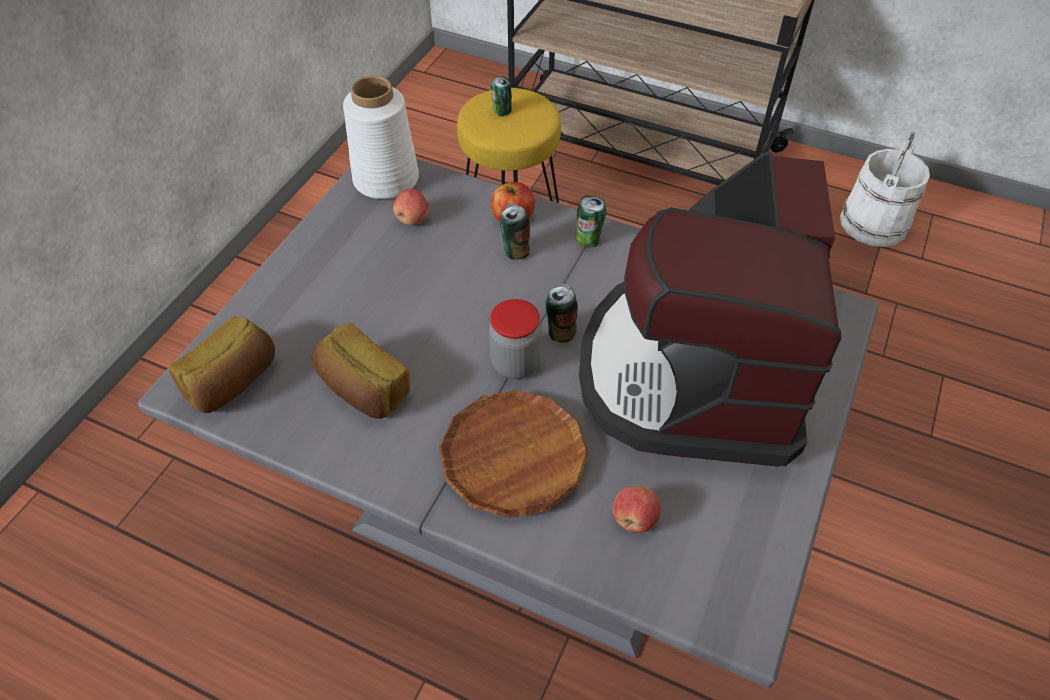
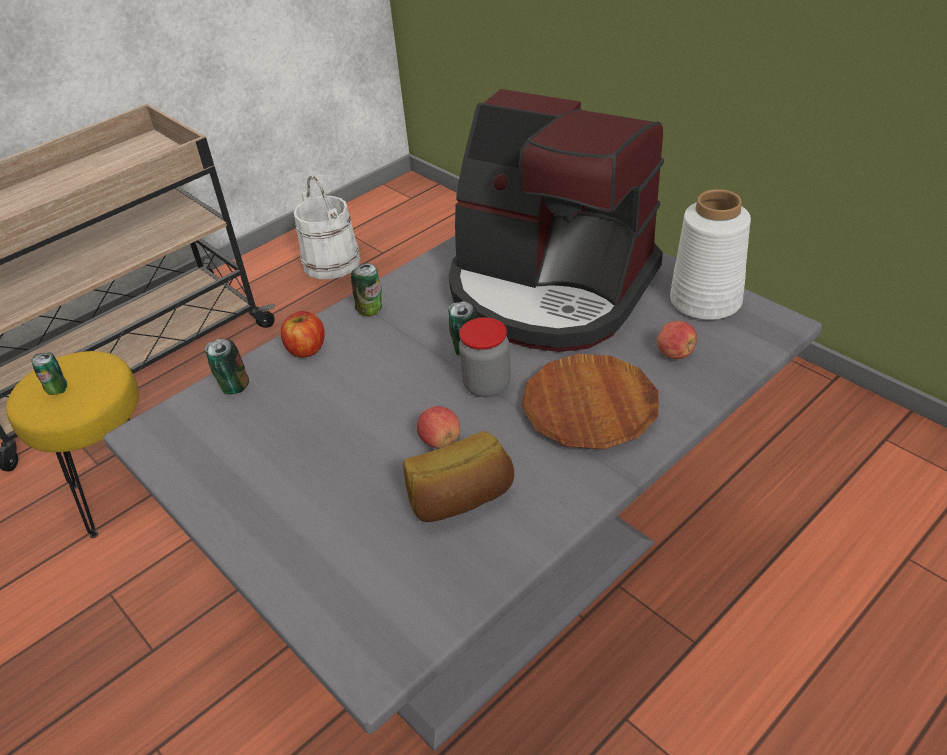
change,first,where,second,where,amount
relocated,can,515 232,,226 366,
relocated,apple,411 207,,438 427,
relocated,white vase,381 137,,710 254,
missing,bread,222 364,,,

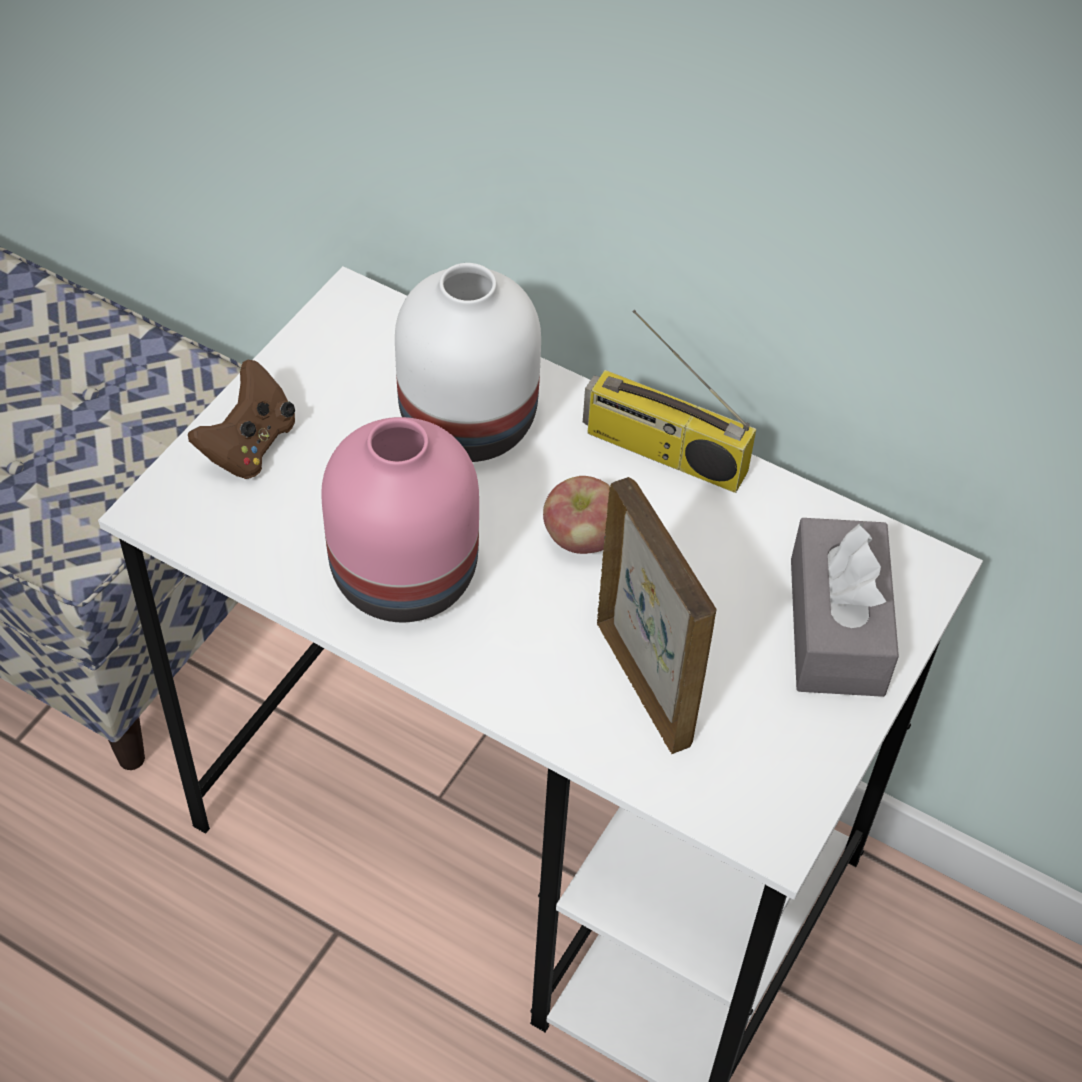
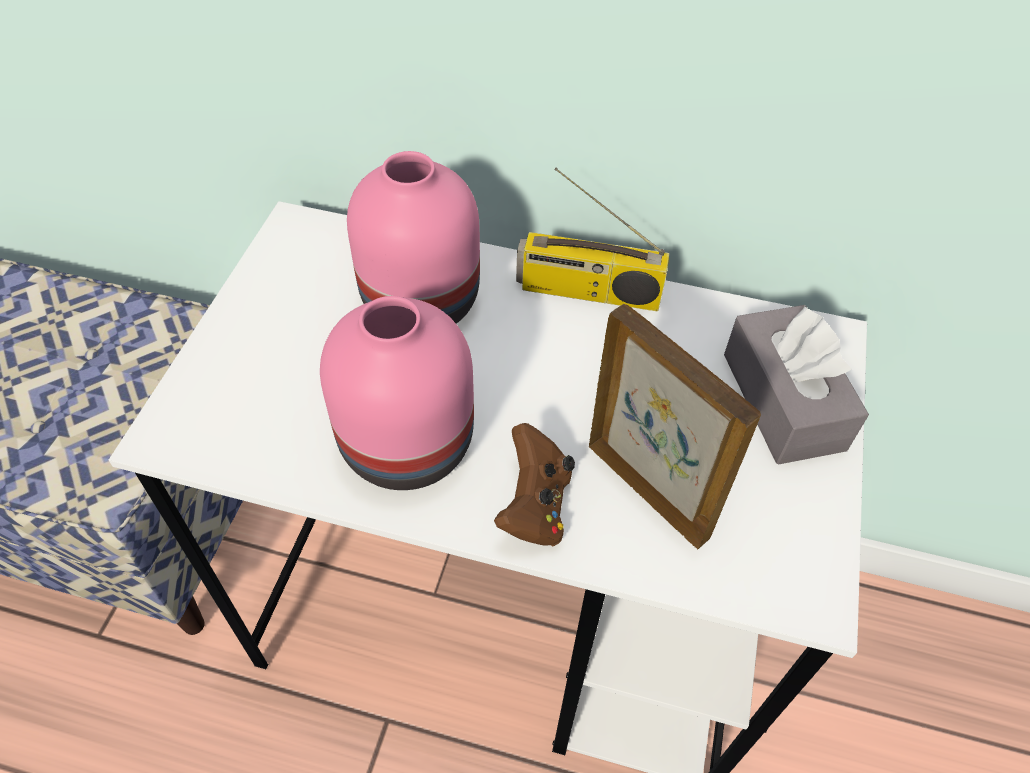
change,first,where,second,where,amount
colour,white vase,468 362,pink vase,413 237,
relocated,brown game controller,241 419,,534 485,
missing,apple,576 515,,,

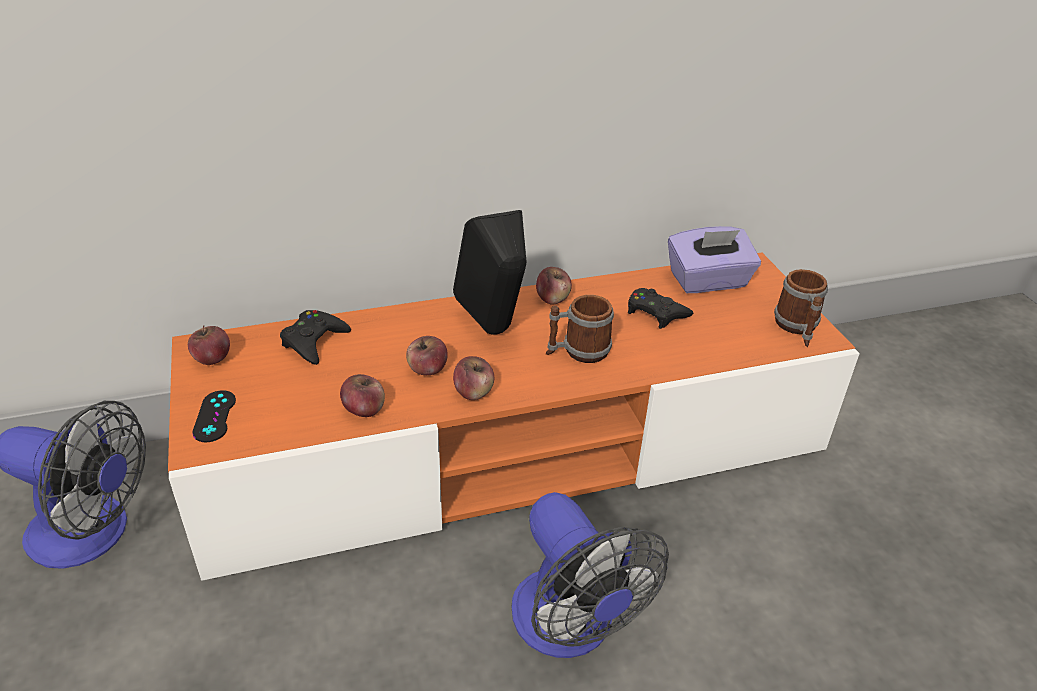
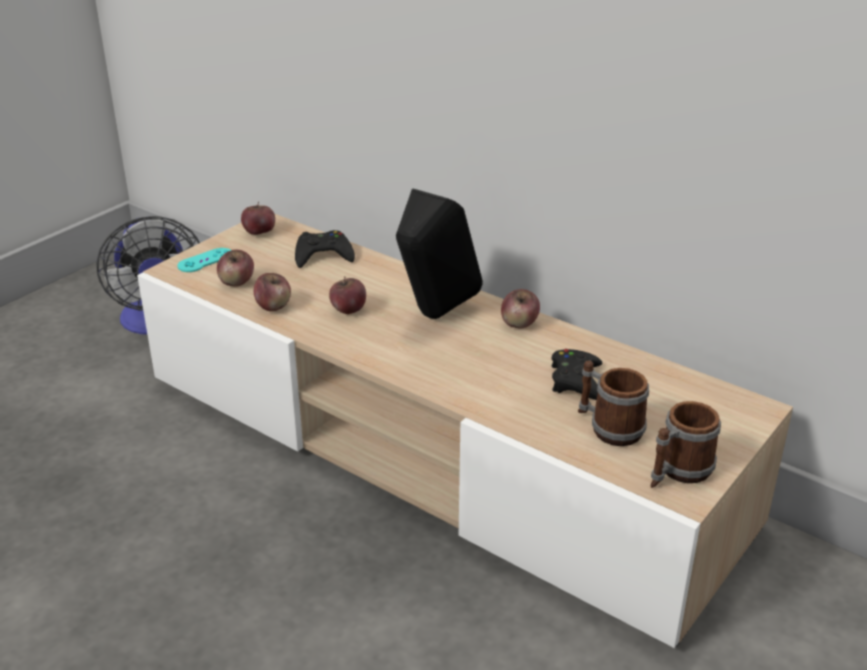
change,first,where,second,where,amount
colour,orange tv stand,514 416,beige tv stand,465 431,
colour,black game controller,214 416,turquoise game controller,204 260,
relocated,apple,473 378,,235 268,
relocated,mug,580 329,,613 403,
missing,fan,590 575,,,
missing,purple tissue box,714 259,,,

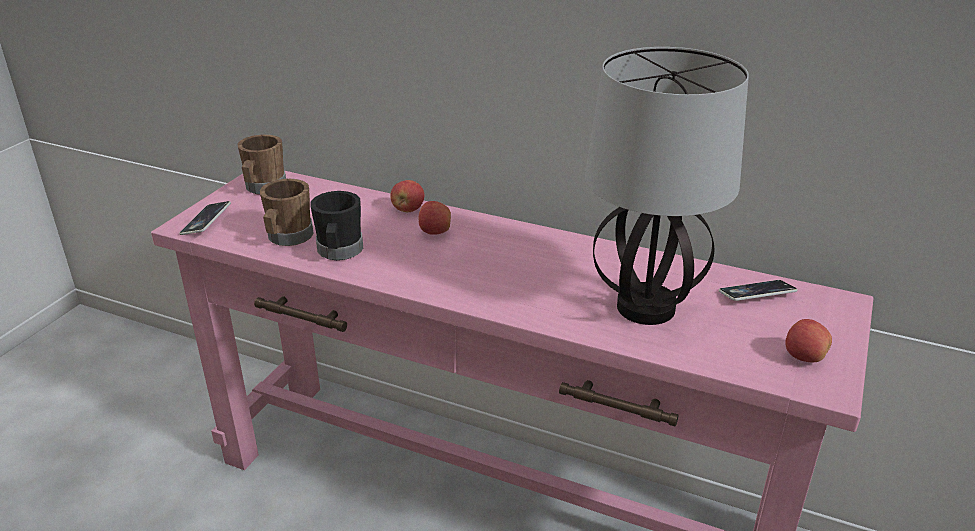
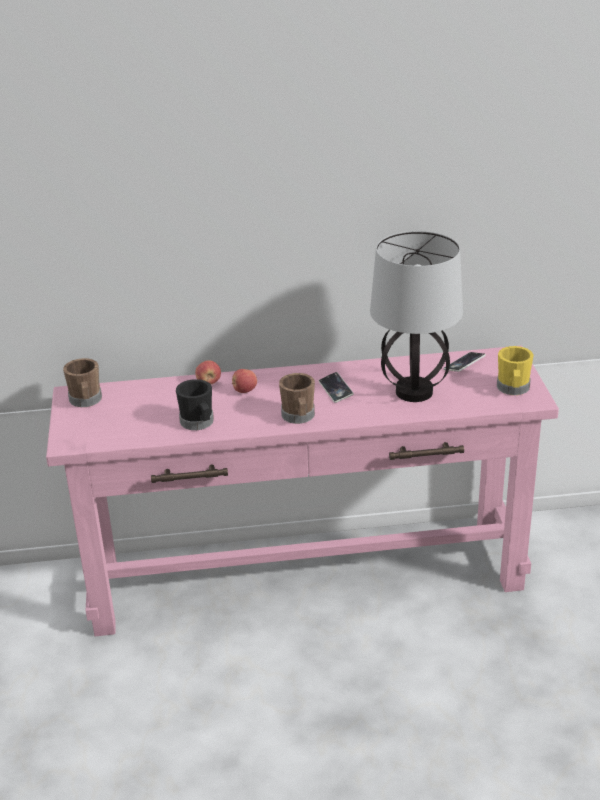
change,first,where,second,where,amount
relocated,brown mug,287 212,,297 398,
relocated,phone,205 218,,336 387,
exchanged,apple,808 340,yellow mug,515 370,

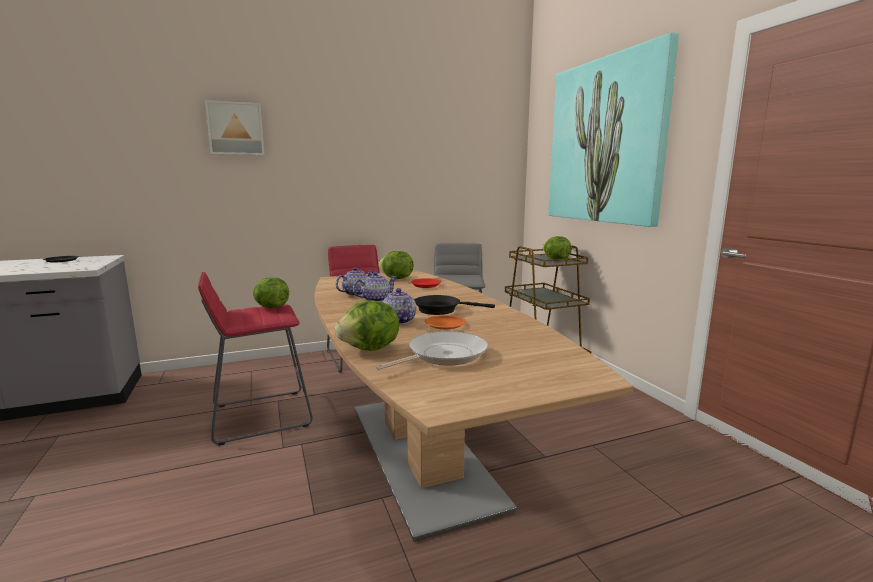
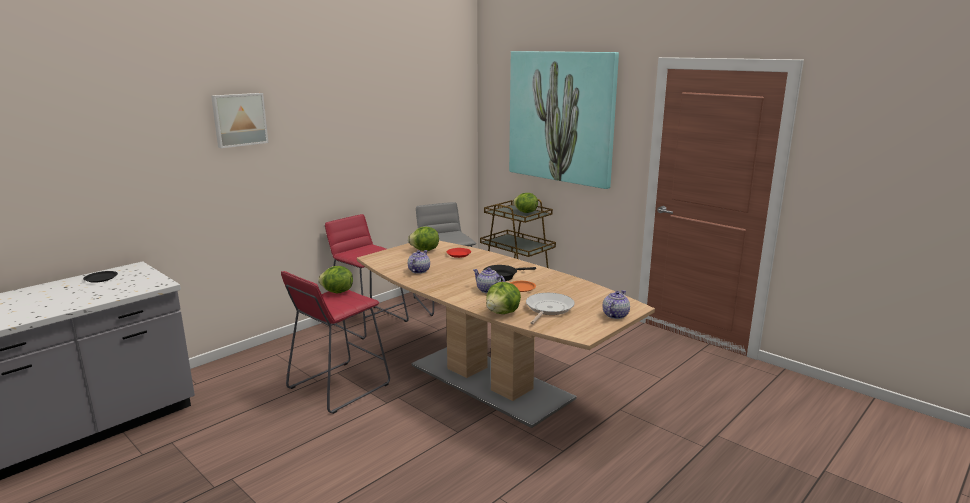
change,first,where,second,where,amount
relocated,teapot,375 287,,616 304,

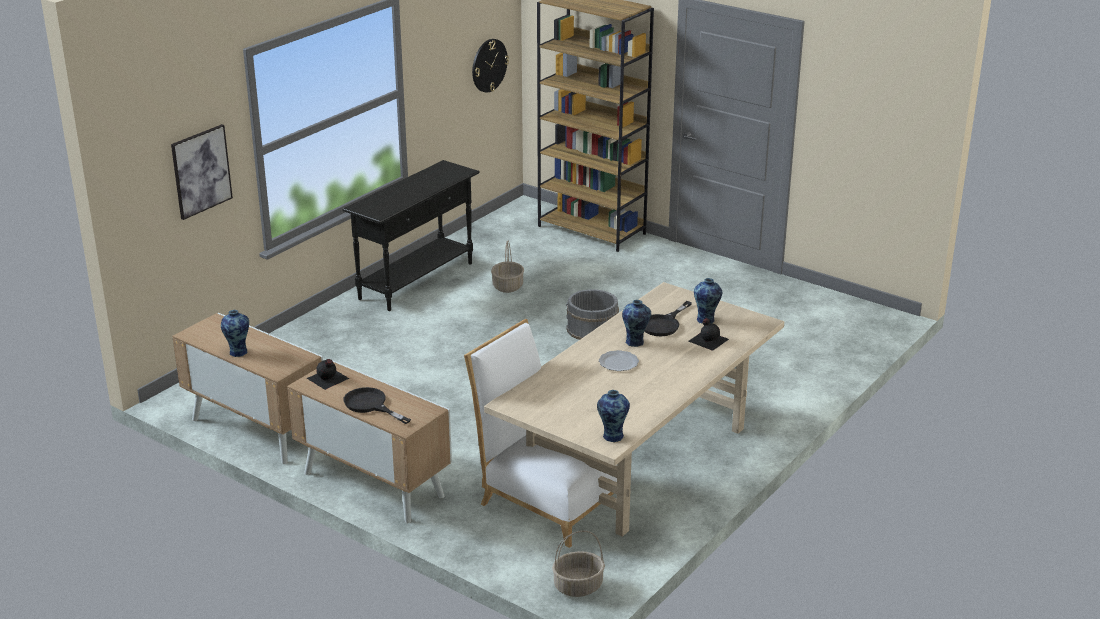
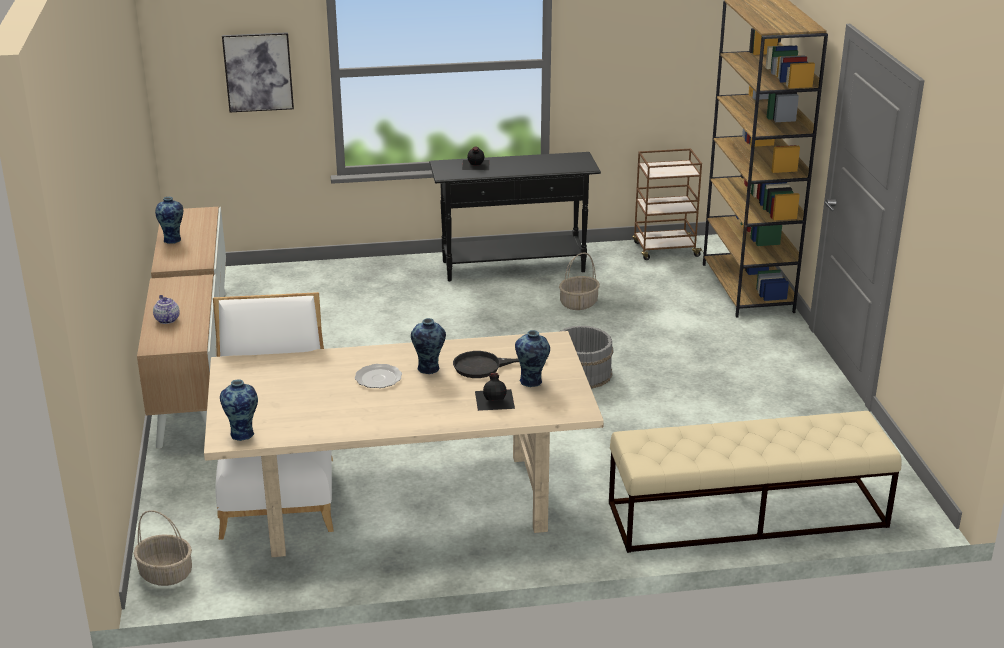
change,first,where,second,where,amount
exchanged,black frying pan,377 405,teapot,166 309,
relocated,black bottle,328 374,,476 158,
appeared,,,beige bench,755 482,
appeared,,,brown cart,668 204,
missing,wall clock,490 66,,,

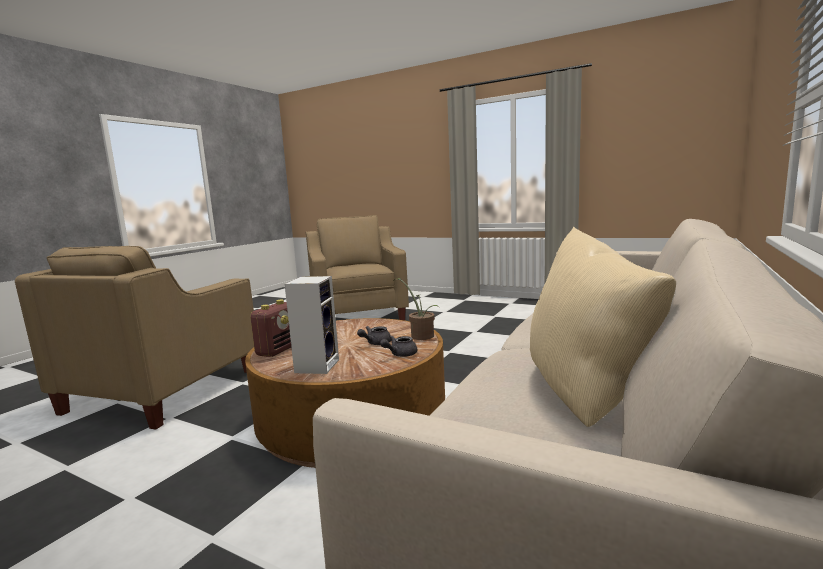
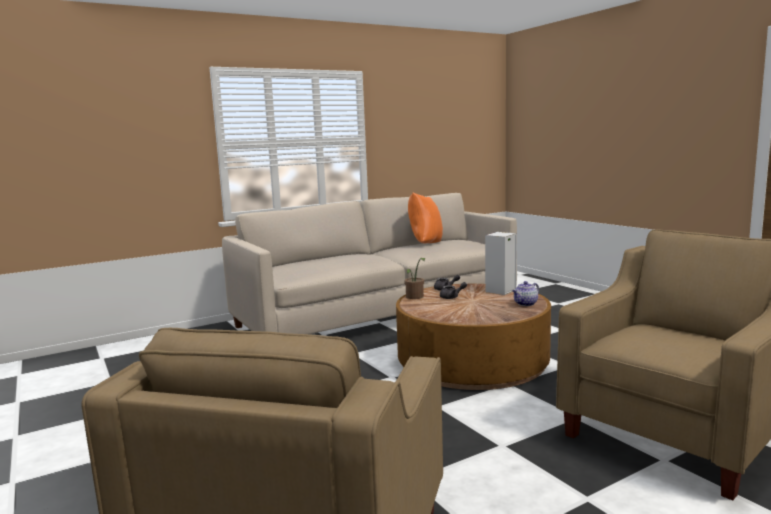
change,first,where,second,where,amount
colour,beige pillow,603 327,orange pillow,425 218,
exchanged,radio,270 328,teapot,525 293,

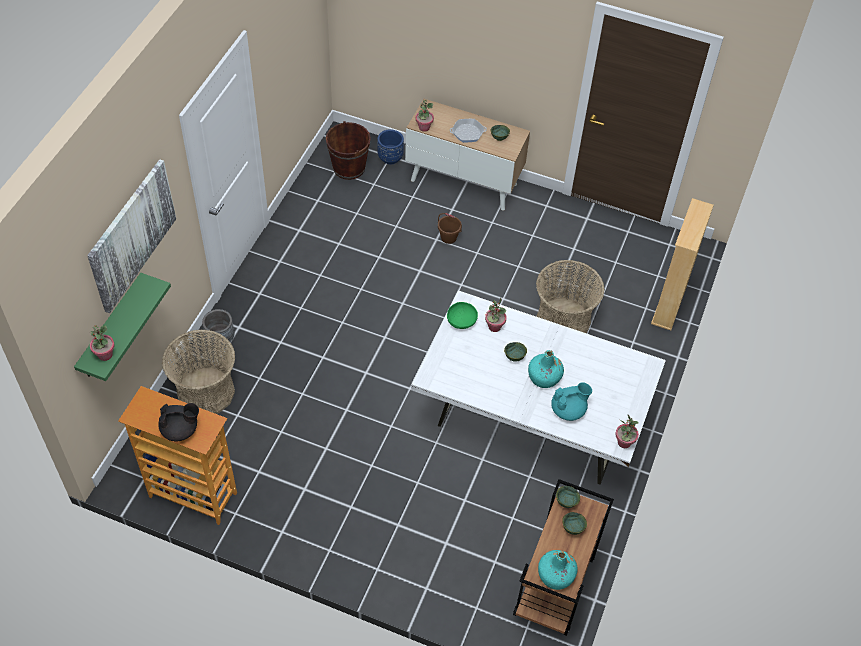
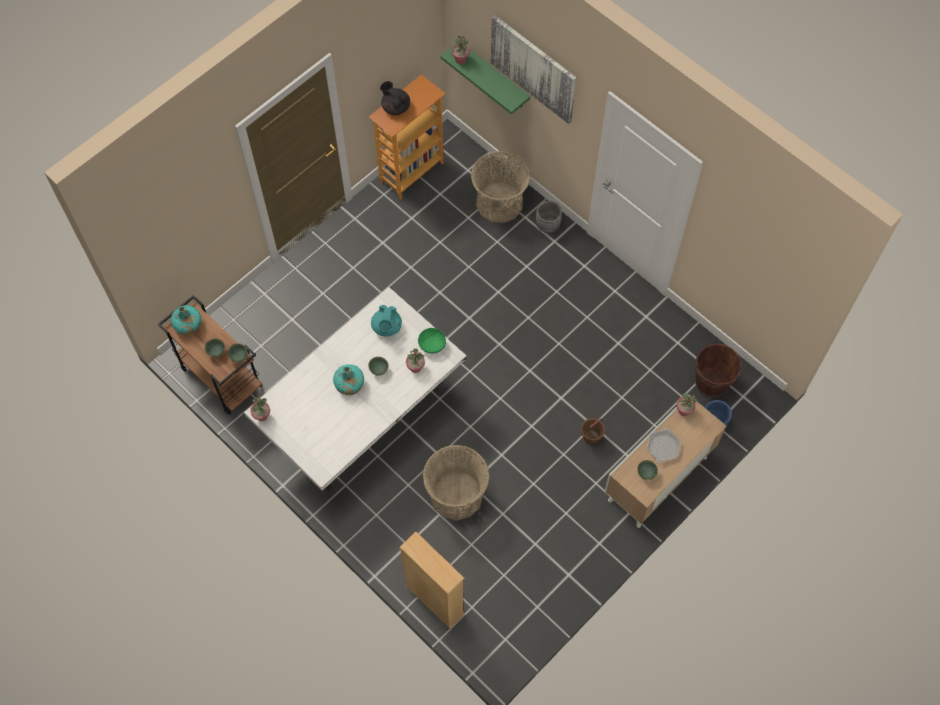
change,first,where,second,where,amount
relocated,turquoise teapot,571 401,,386 320,
spun,black teapot,178 422,,395 98,120 degrees clockwise

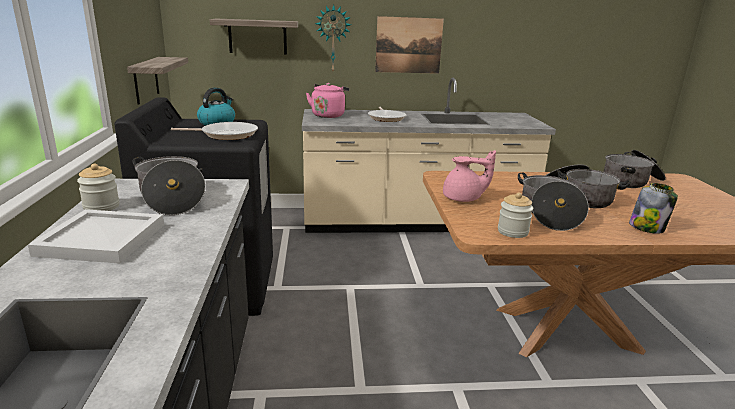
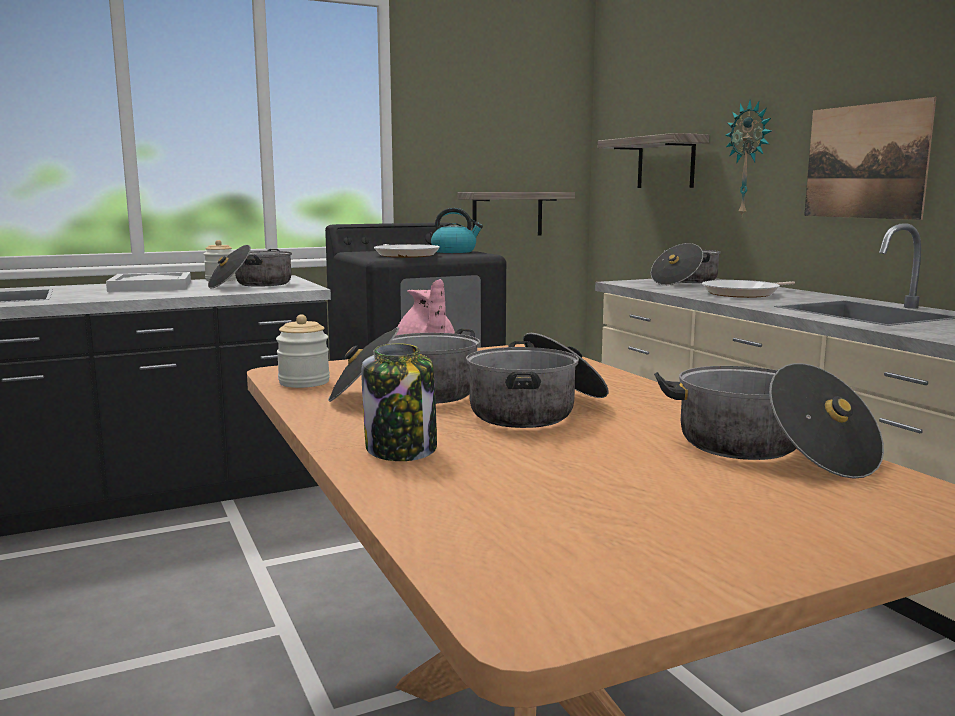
change,first,where,second,where,amount
exchanged,pink kettle,327 100,cooking pot,686 264,

